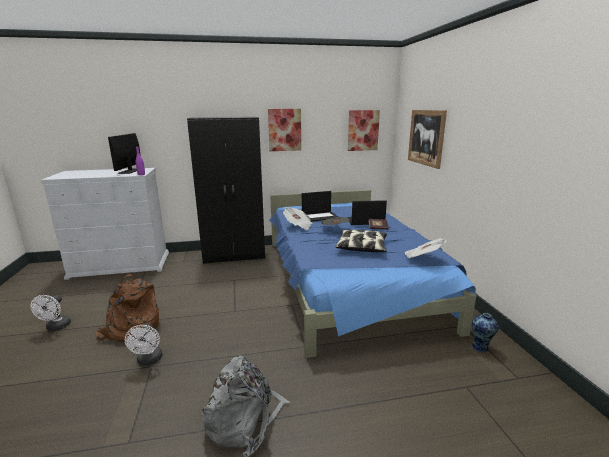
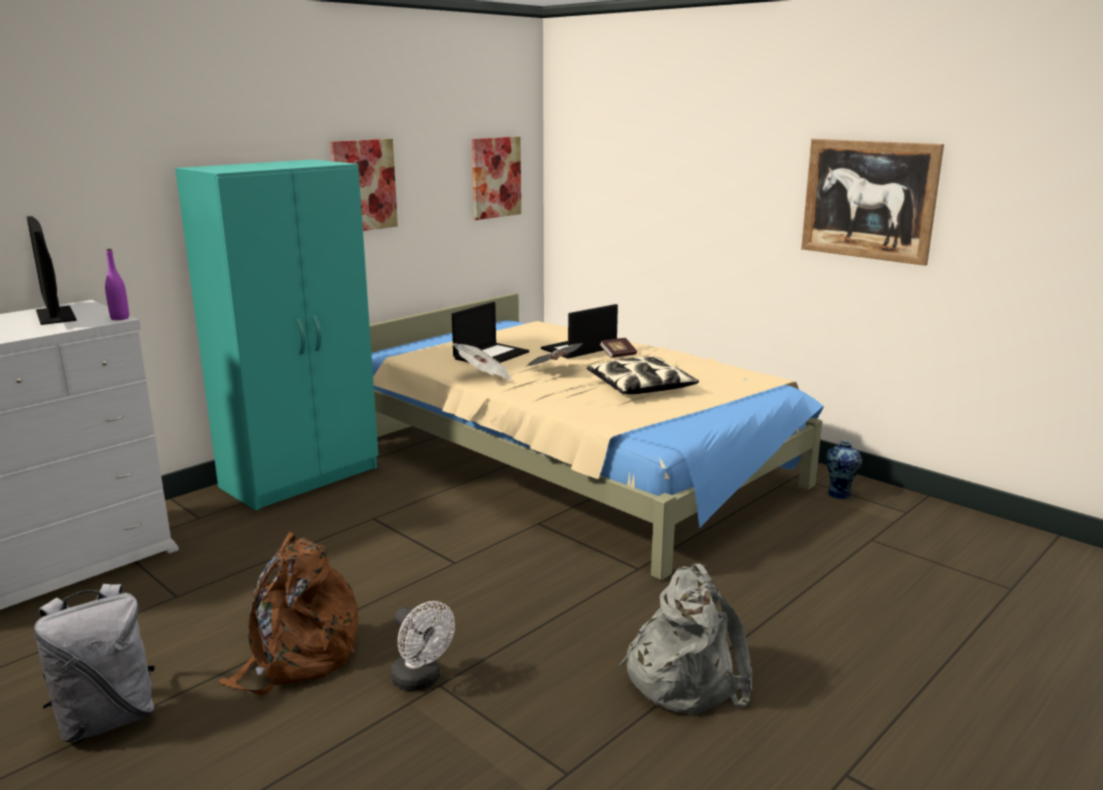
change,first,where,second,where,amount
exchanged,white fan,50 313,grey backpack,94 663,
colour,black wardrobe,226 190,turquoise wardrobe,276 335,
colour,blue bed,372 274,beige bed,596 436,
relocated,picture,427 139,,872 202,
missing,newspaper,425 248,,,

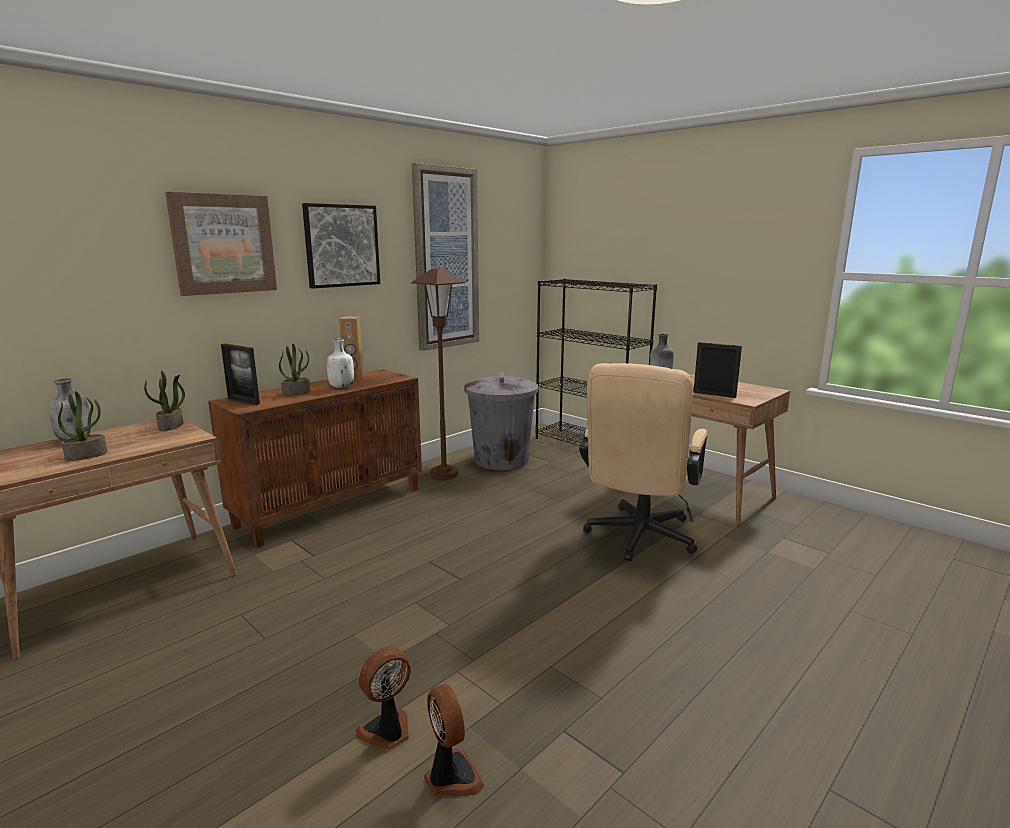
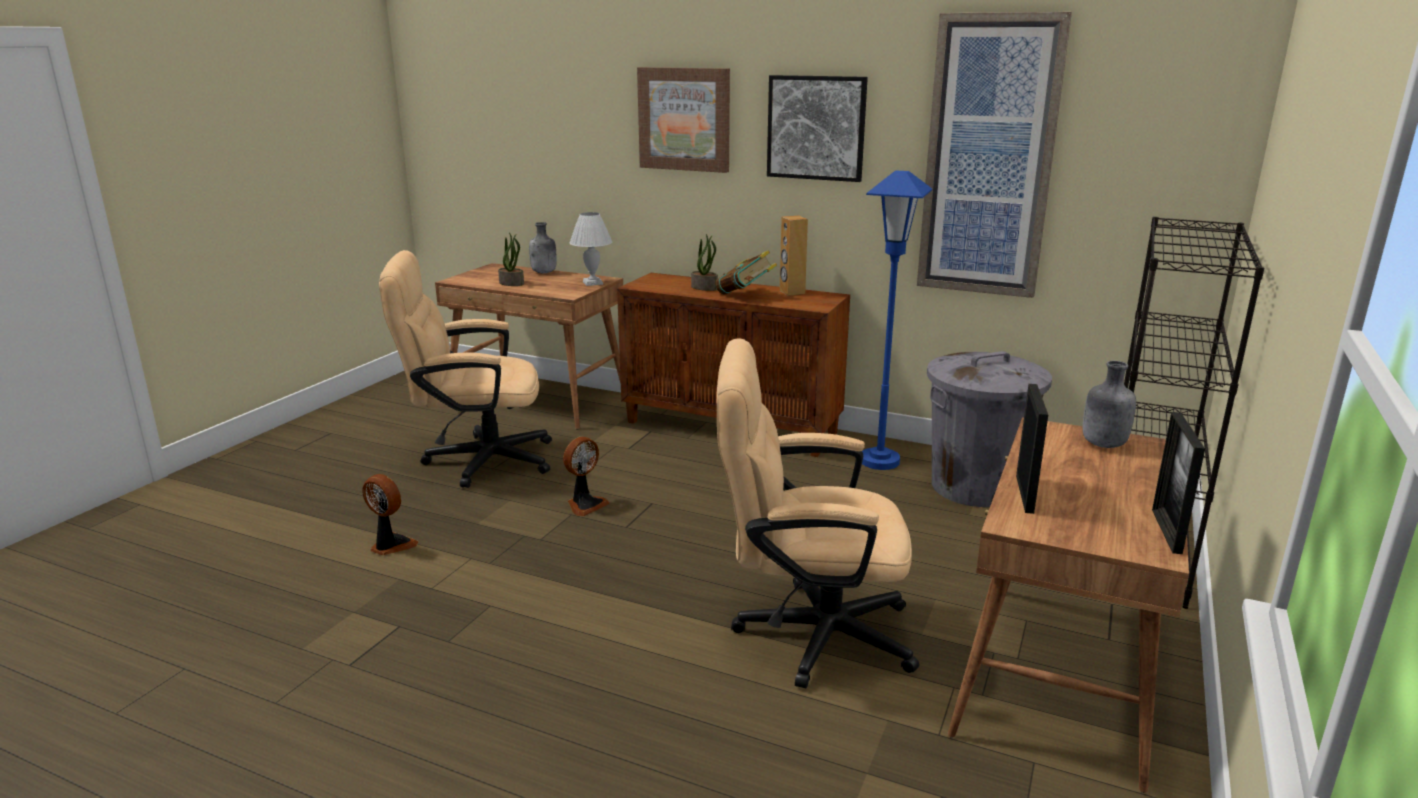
change,first,where,second,where,amount
appeared,,,beige office chair,465 369,
relocated,fan,454 740,,586 476,
exchanged,potted plant,164 401,white table lamp,591 249,
exchanged,white bottle,340 363,book,746 272,
colour,brown floor lamp,438 374,blue floor lamp,897 320,
relocated,picture frame,240 374,,1178 483,

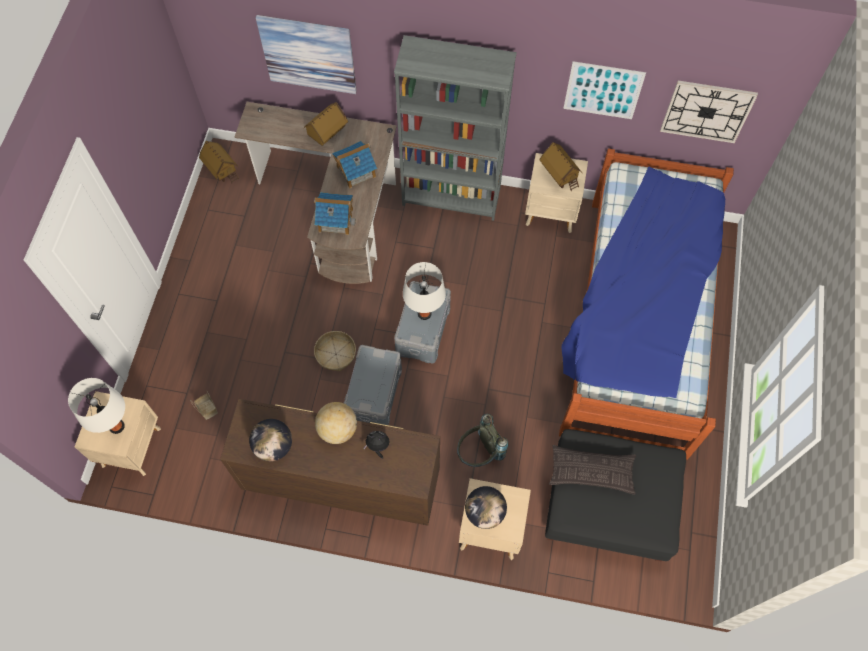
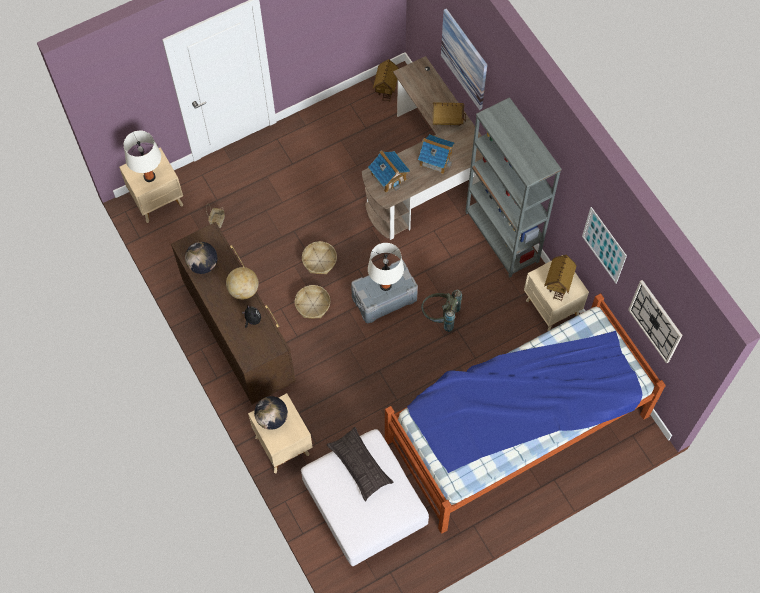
change,first,where,second,where,amount
exchanged,grey storage box,373 385,basket,312 302,
colour,black ottoman,615 495,white ottoman,365 497,
relocated,grey backpack,482 440,,441 311,

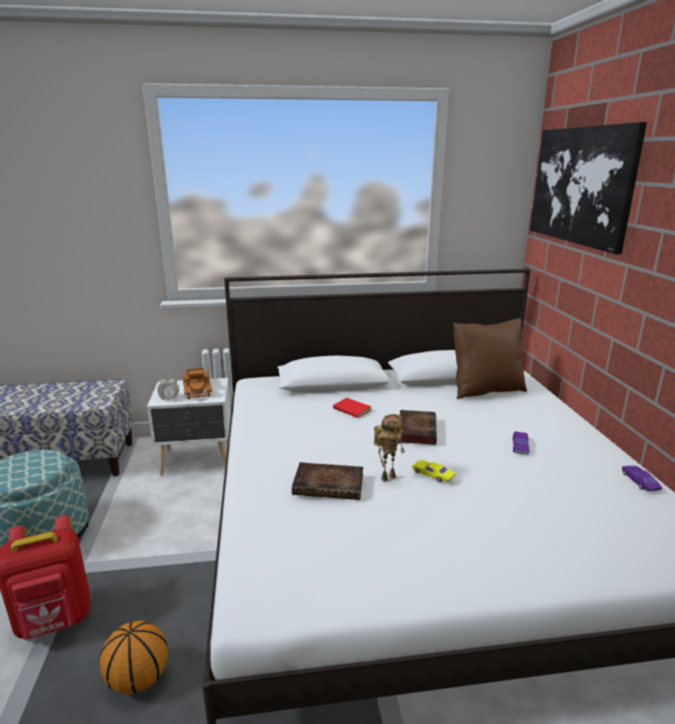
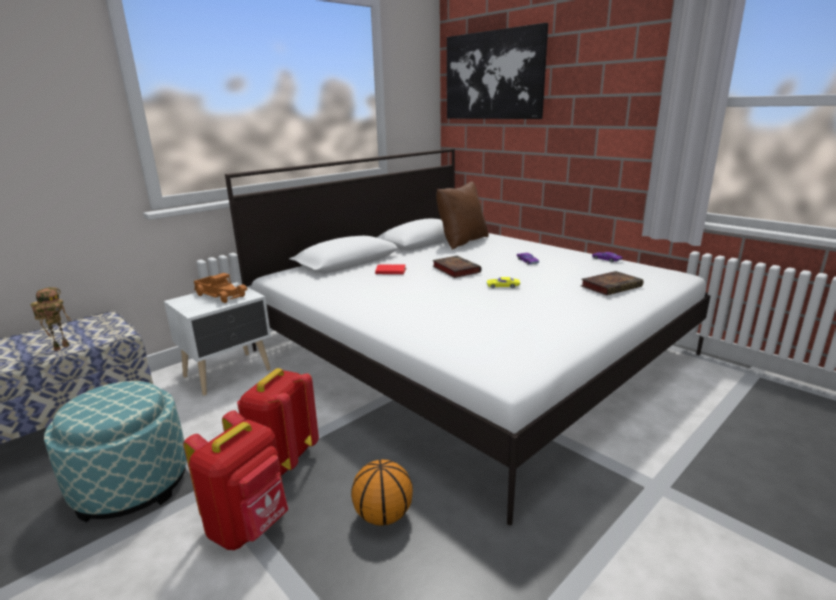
change,first,where,second,where,amount
relocated,toy robot,389 448,,50 319,
appeared,,,red backpack,278 421,
relocated,book,327 481,,611 283,
missing,alarm clock,168 388,,,

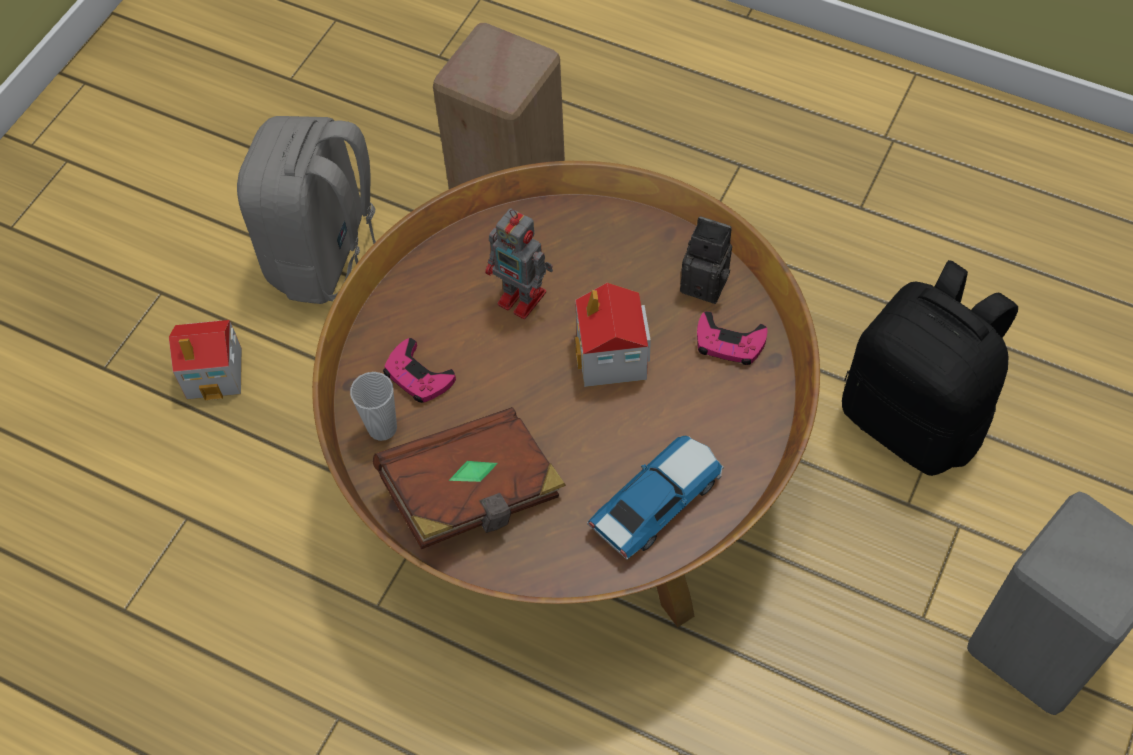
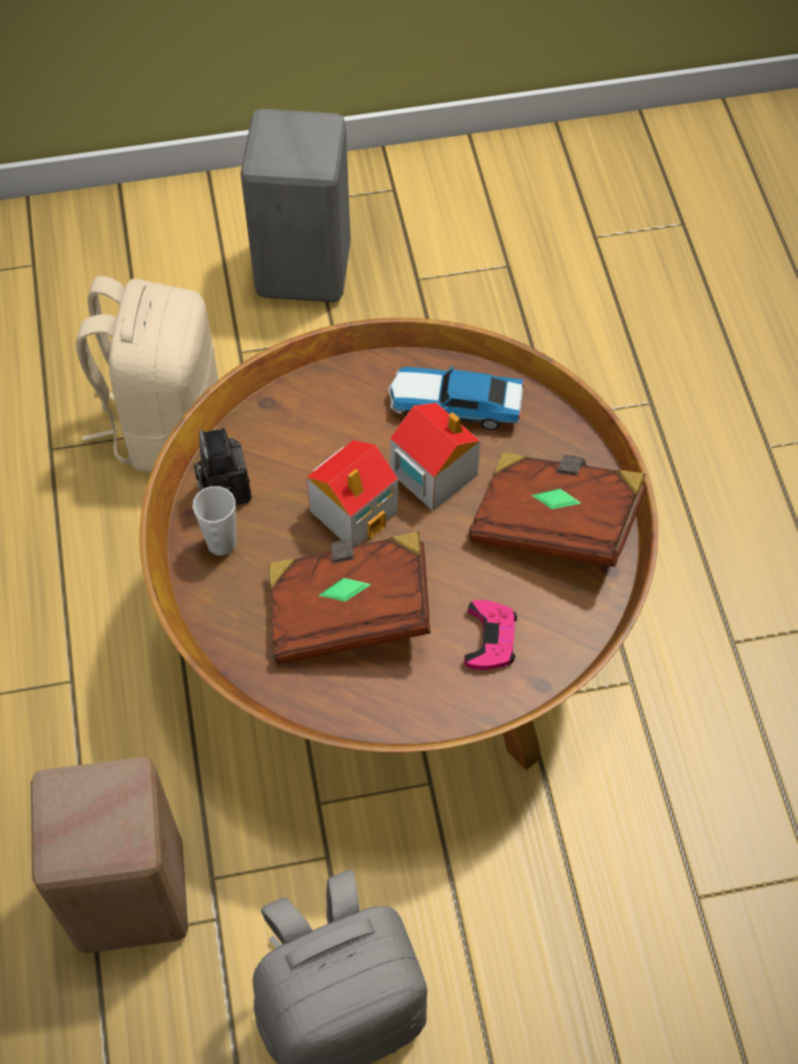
change,first,where,second,where,amount
colour,black backpack,930 368,beige backpack,147 374,
relocated,cup,373 406,,214 520,
exchanged,toy robot,519 263,brown book,350 598,
relocated,toy house,205 360,,435 457,
missing,pink game controller,732 338,,,

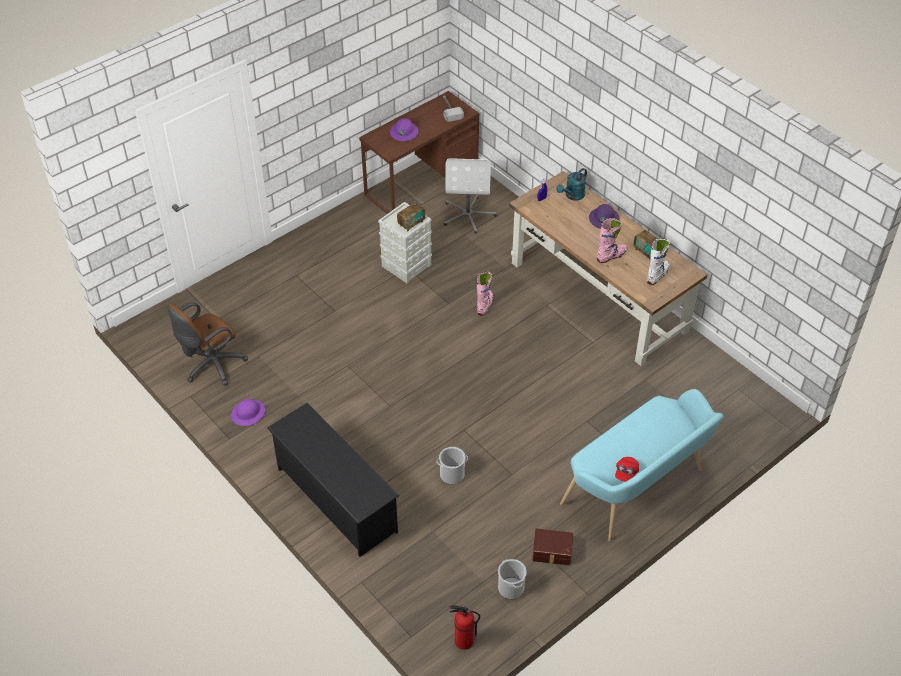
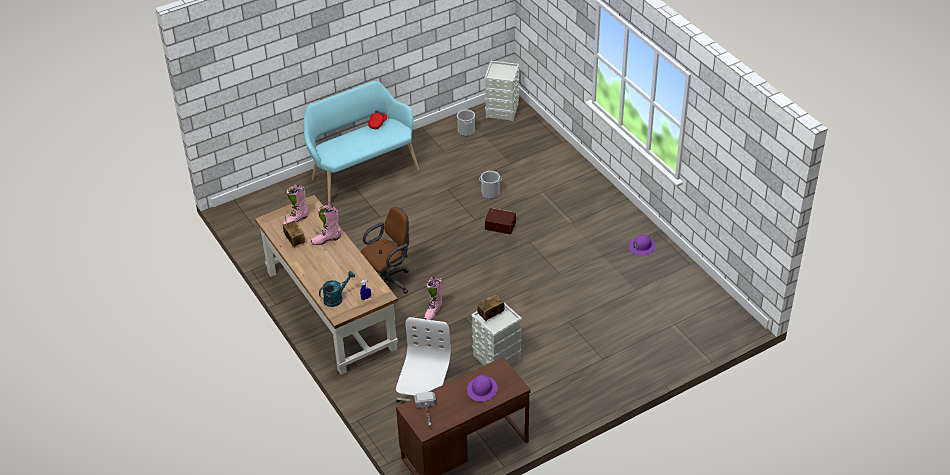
change,first,where,second,where,amount
colour,white boot,658 261,pink boot,295 204,
relocated,brown office chair,207 344,,385 250,
exchanged,fire extinguisher,464 627,grey storage box,502 91,
relocated,brown storage box,552 547,,500 221,
missing,black shoe rack,333 480,,,
missing,purple hard hat,604 216,,,

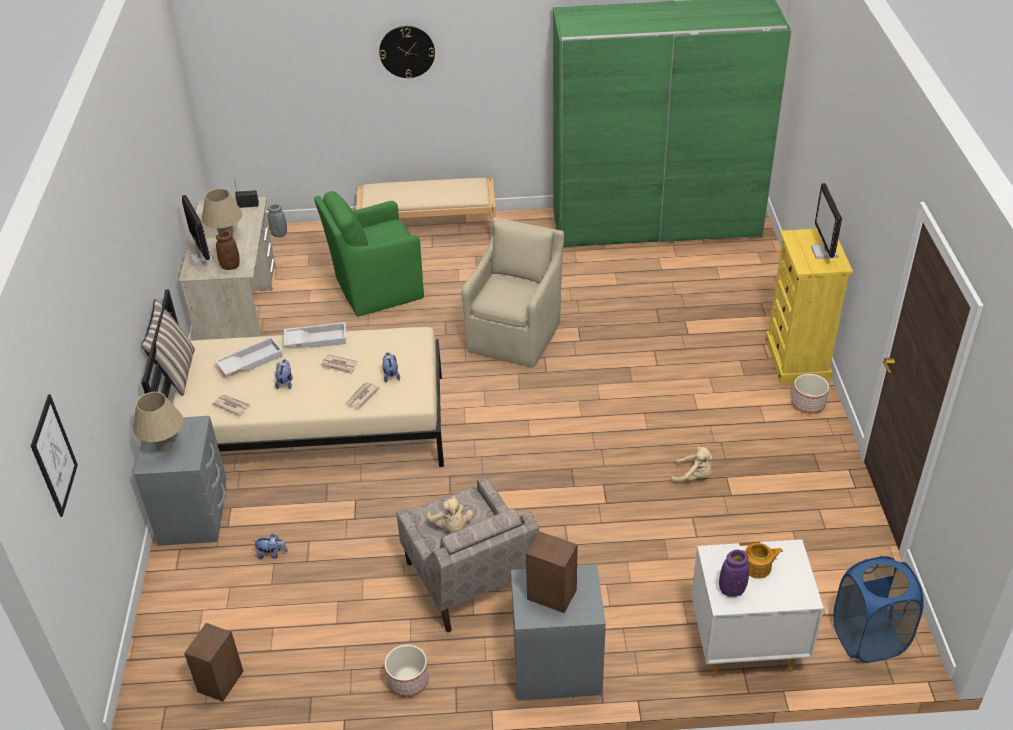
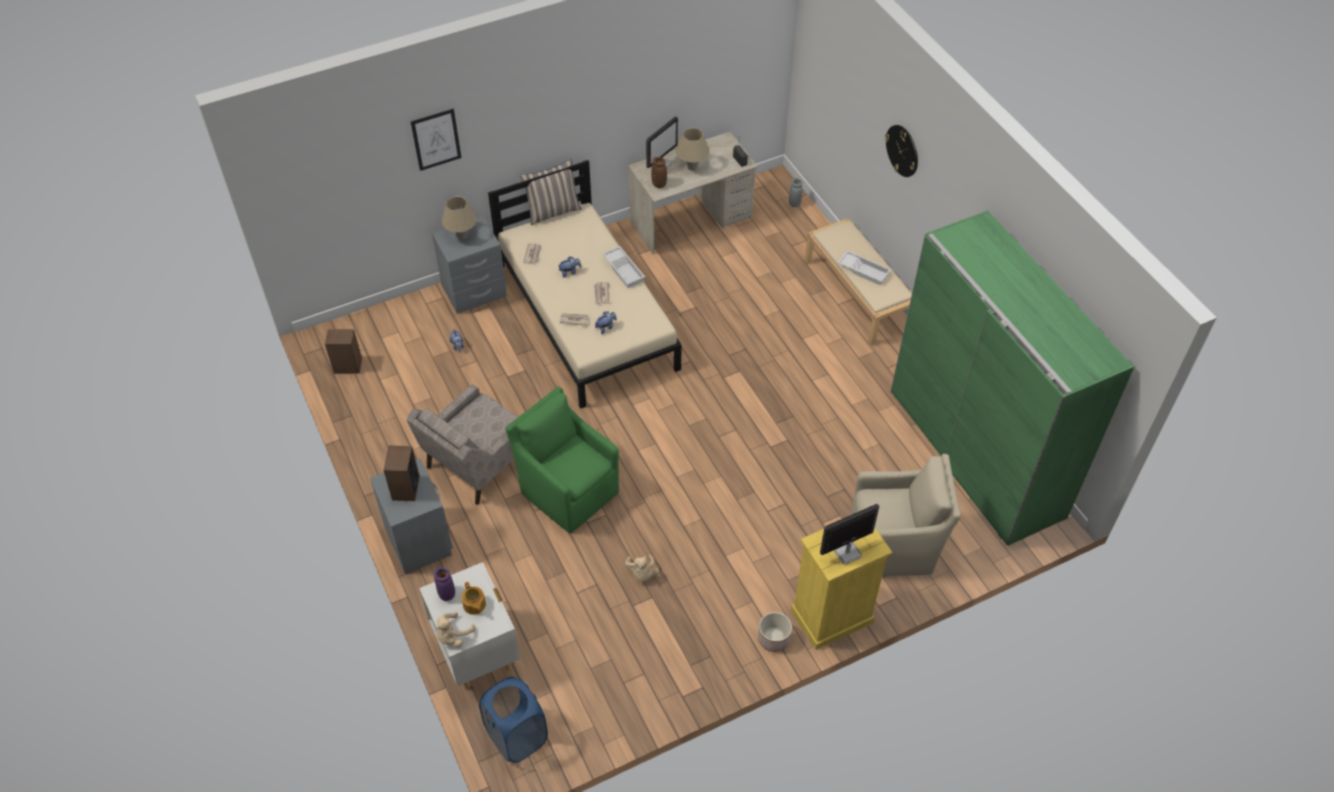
change,first,where,second,where,amount
relocated,picture,54 455,,436 140,
relocated,beige plush toy,450 514,,455 629,
relocated,green armchair,369 253,,562 460,
relocated,white tray,249 356,,864 268,
relocated,beige armchair,512 292,,906 515,
missing,planter,407 671,,,

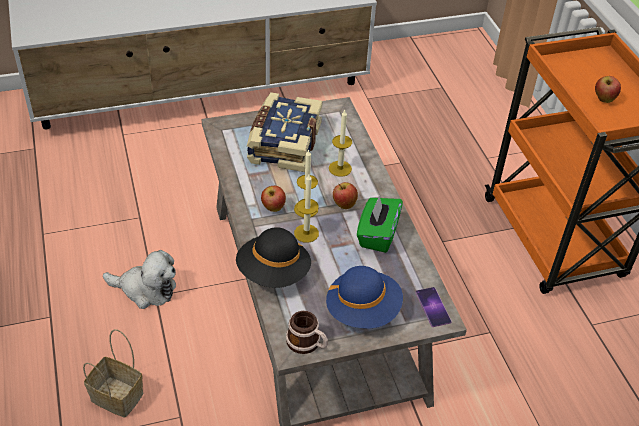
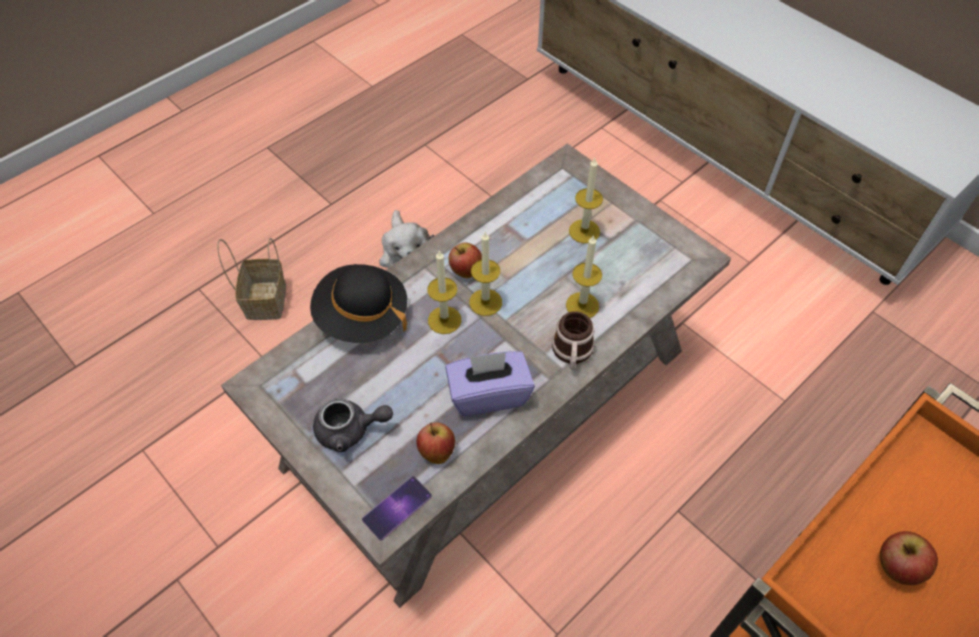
change,first,where,second,where,amount
exchanged,blue hat,364 297,grey teapot,353 425,
relocated,apple,345 195,,435 443,
colour,green tissue box,380 224,purple tissue box,490 383,
relocated,mug,307 332,,573 340,
exchanged,book,285 132,candle,586 200,

